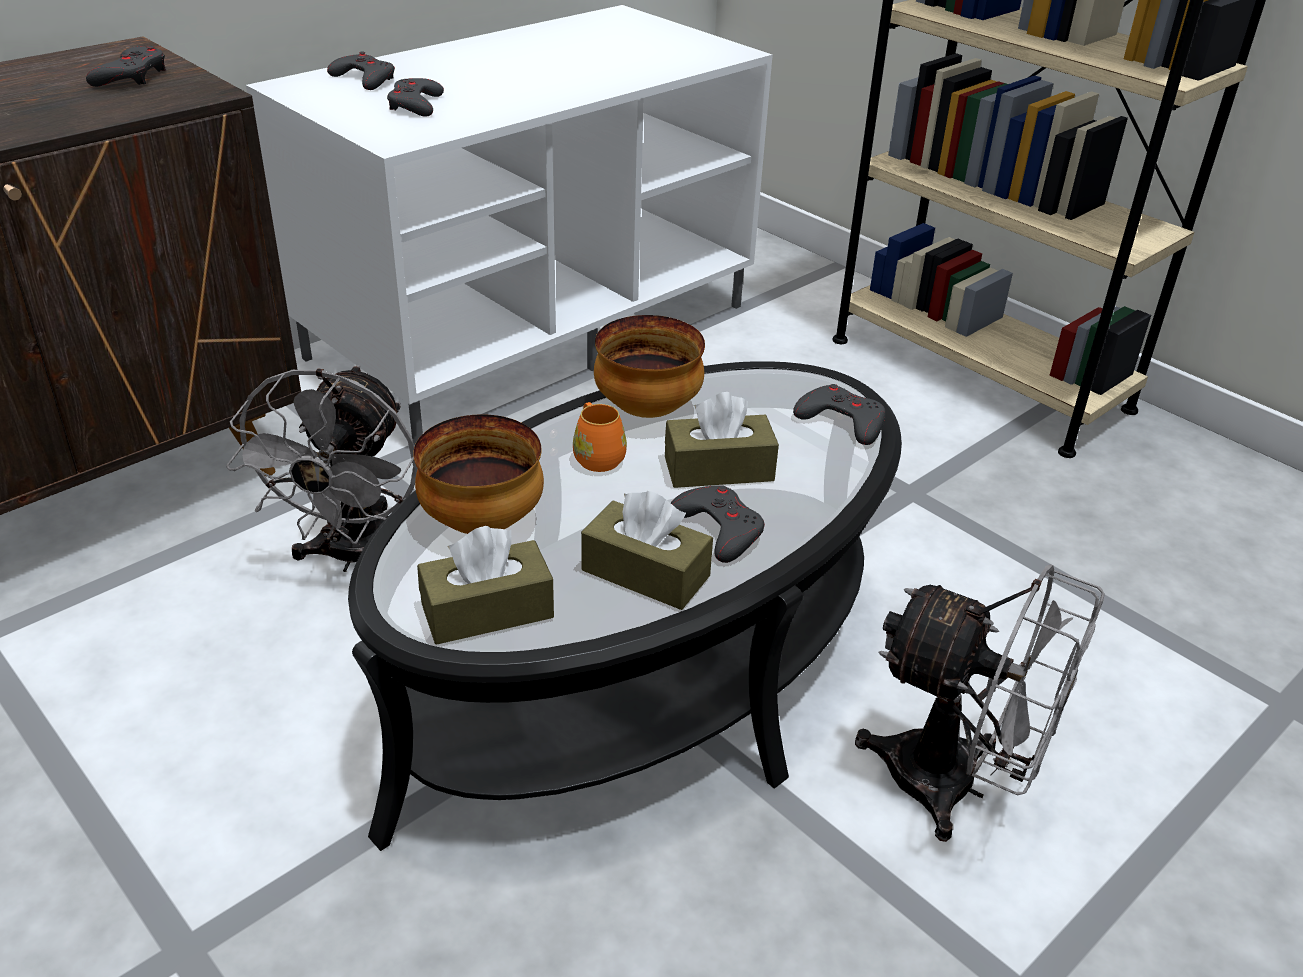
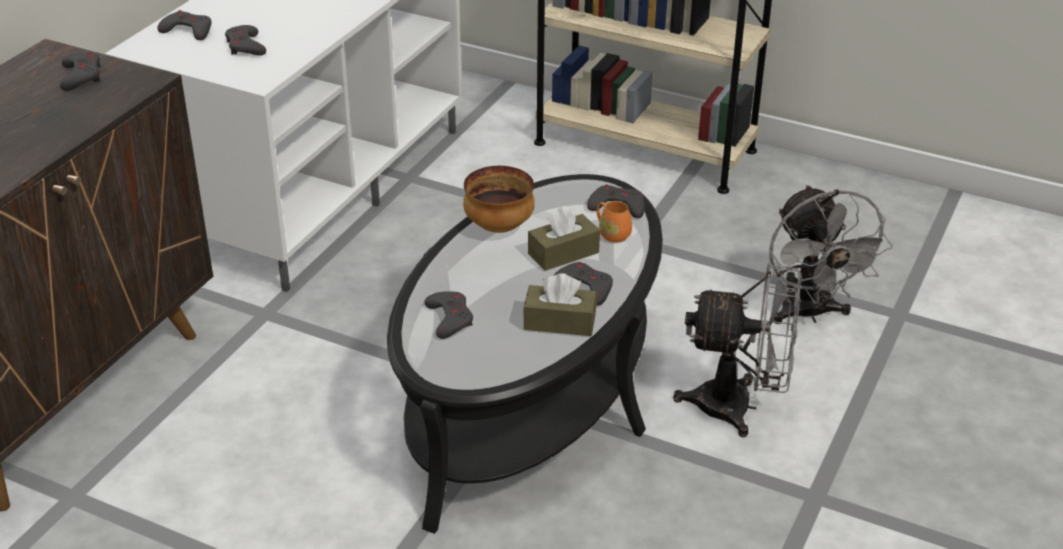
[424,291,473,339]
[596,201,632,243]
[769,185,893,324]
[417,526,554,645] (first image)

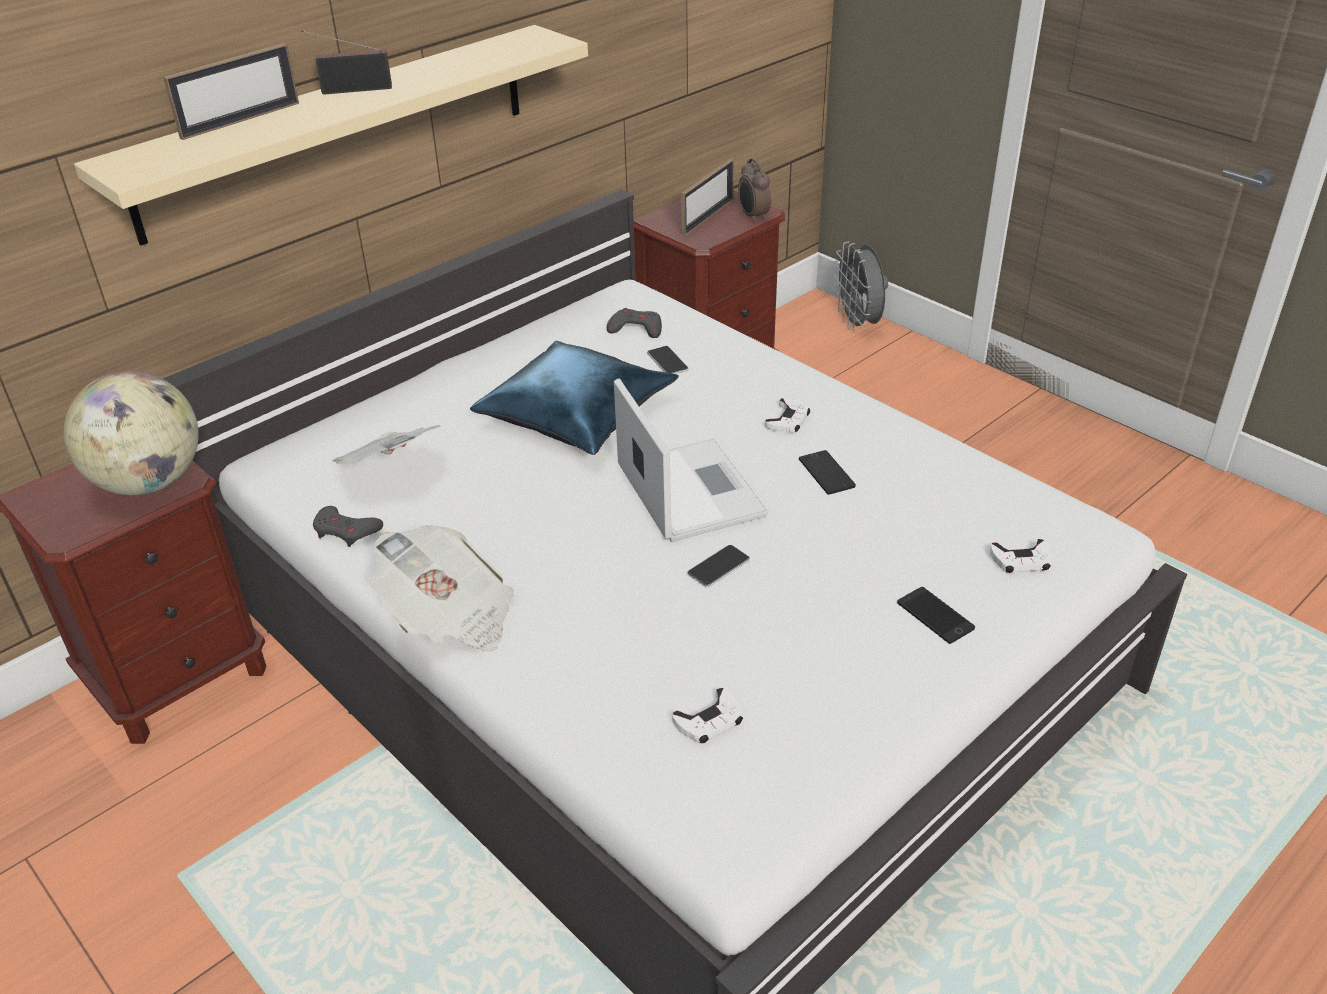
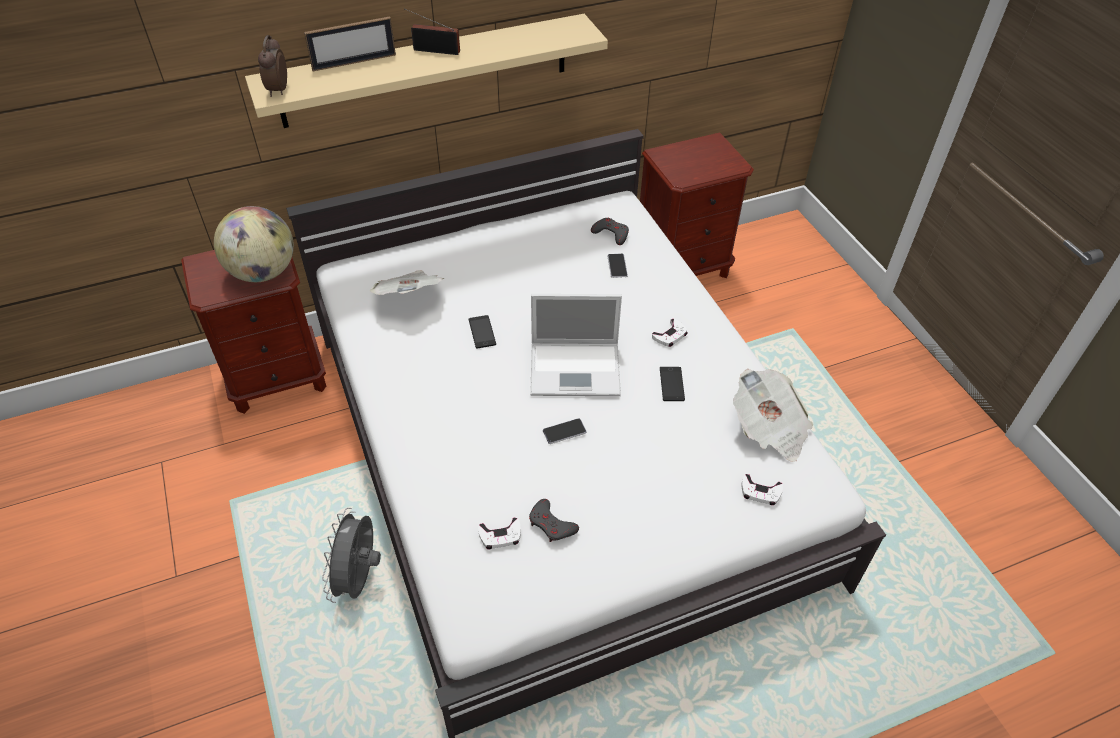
[258,35,287,97]
[322,508,381,603]
[469,315,496,348]
[529,499,579,542]
[530,294,622,396]
[733,369,813,462]
[470,341,679,455] (first image)
[681,158,734,236] (first image)

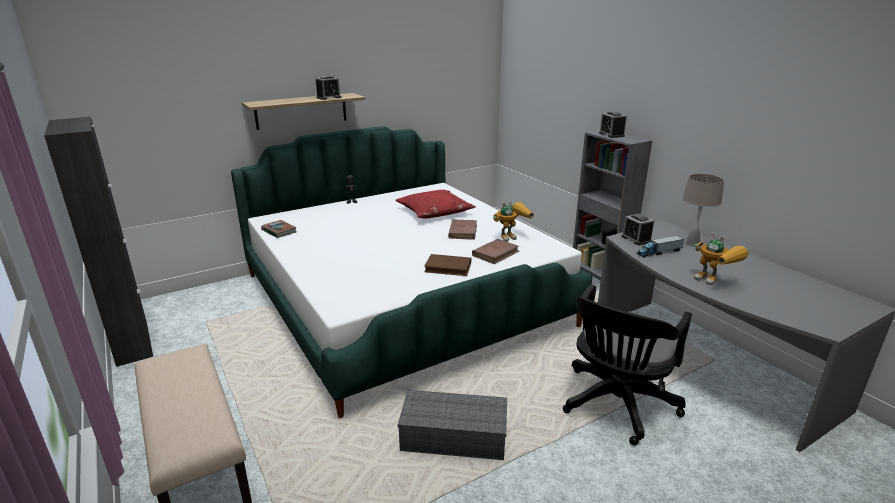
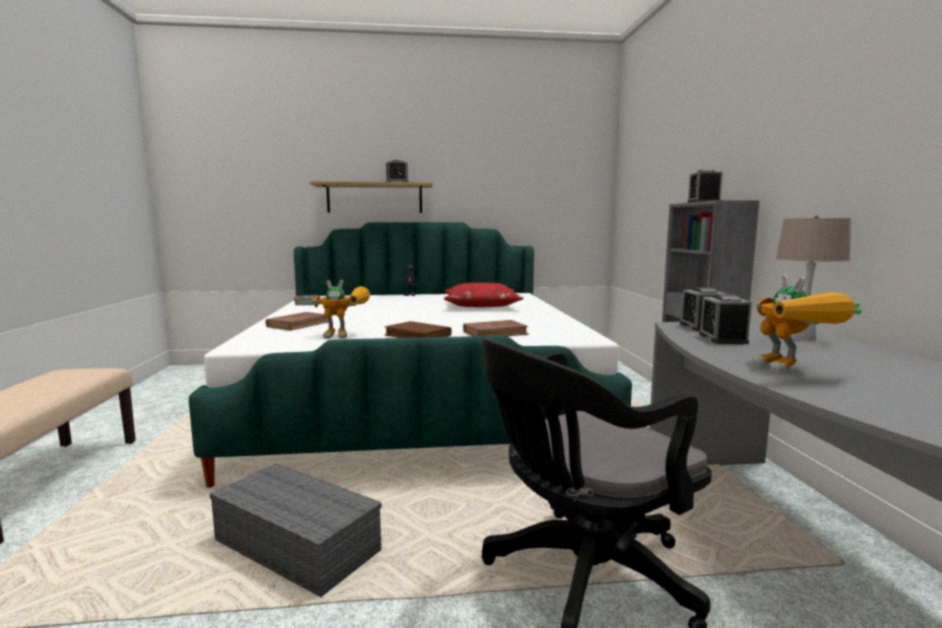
[265,312,328,331]
[311,280,370,339]
[699,294,752,344]
[44,117,153,367] (first image)

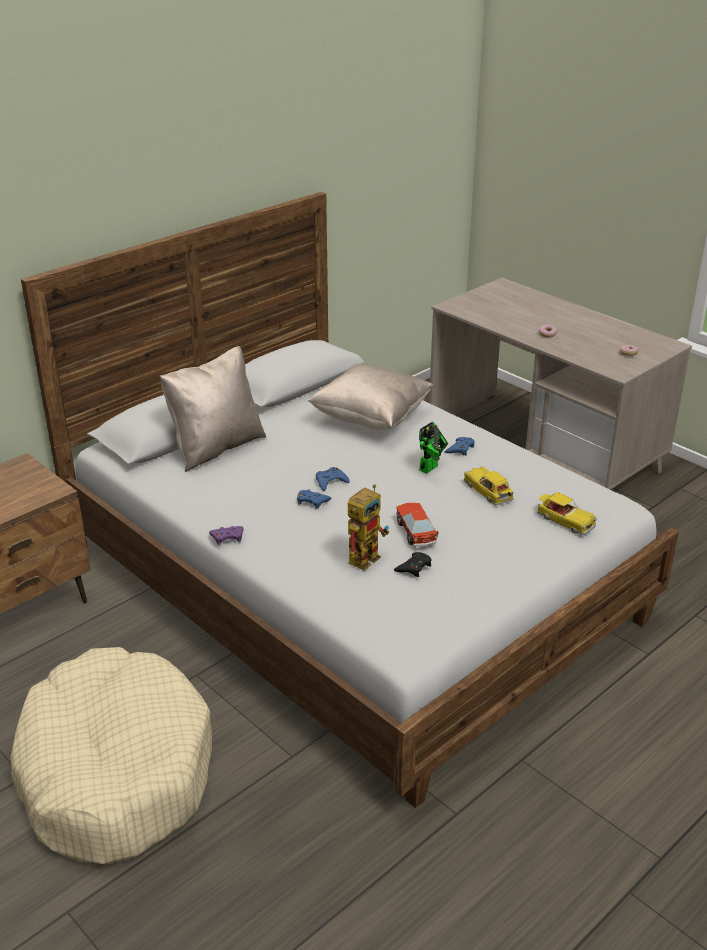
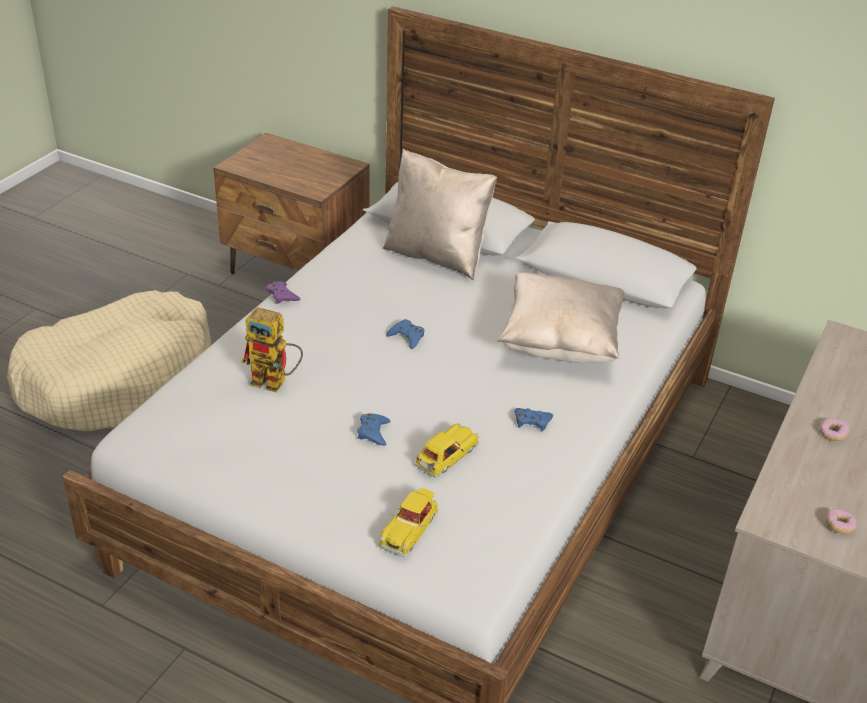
[358,413,390,446]
[394,552,432,577] (first image)
[396,503,439,548] (first image)
[419,422,448,474] (first image)

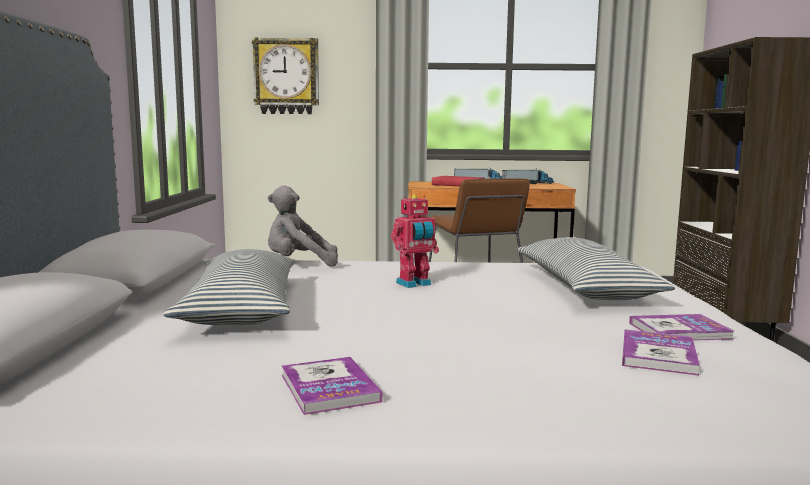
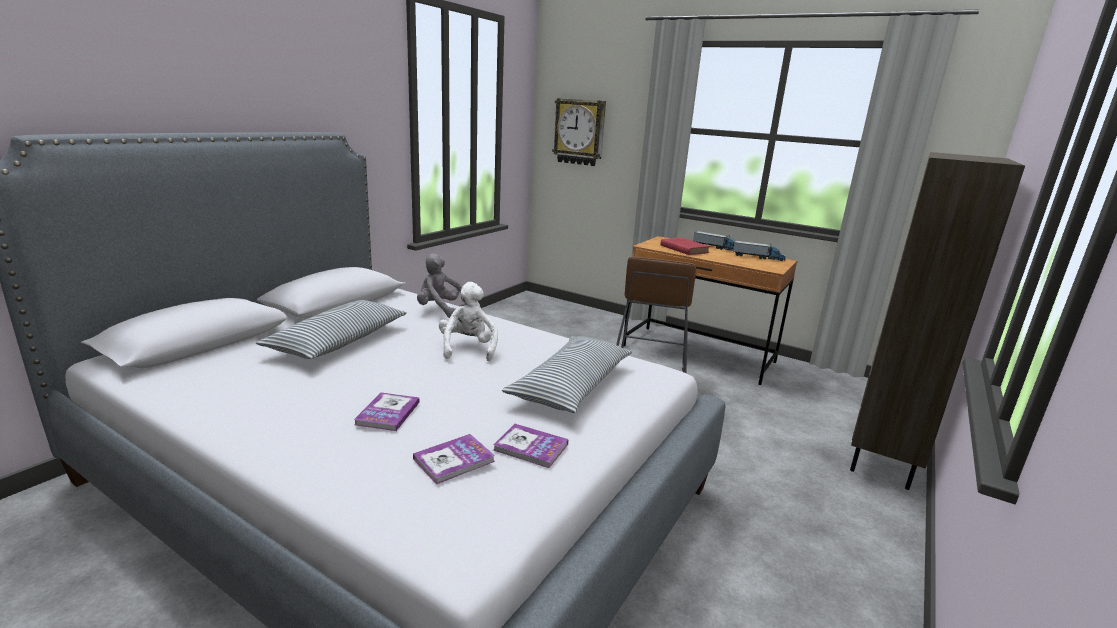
[354,392,419,431]
[439,282,498,361]

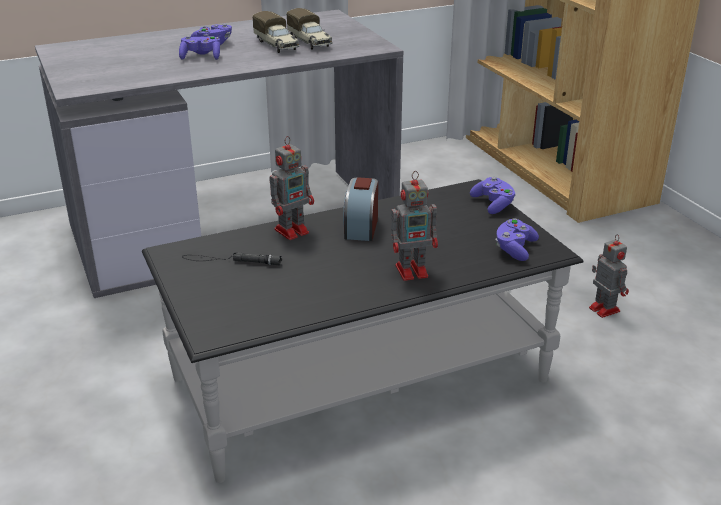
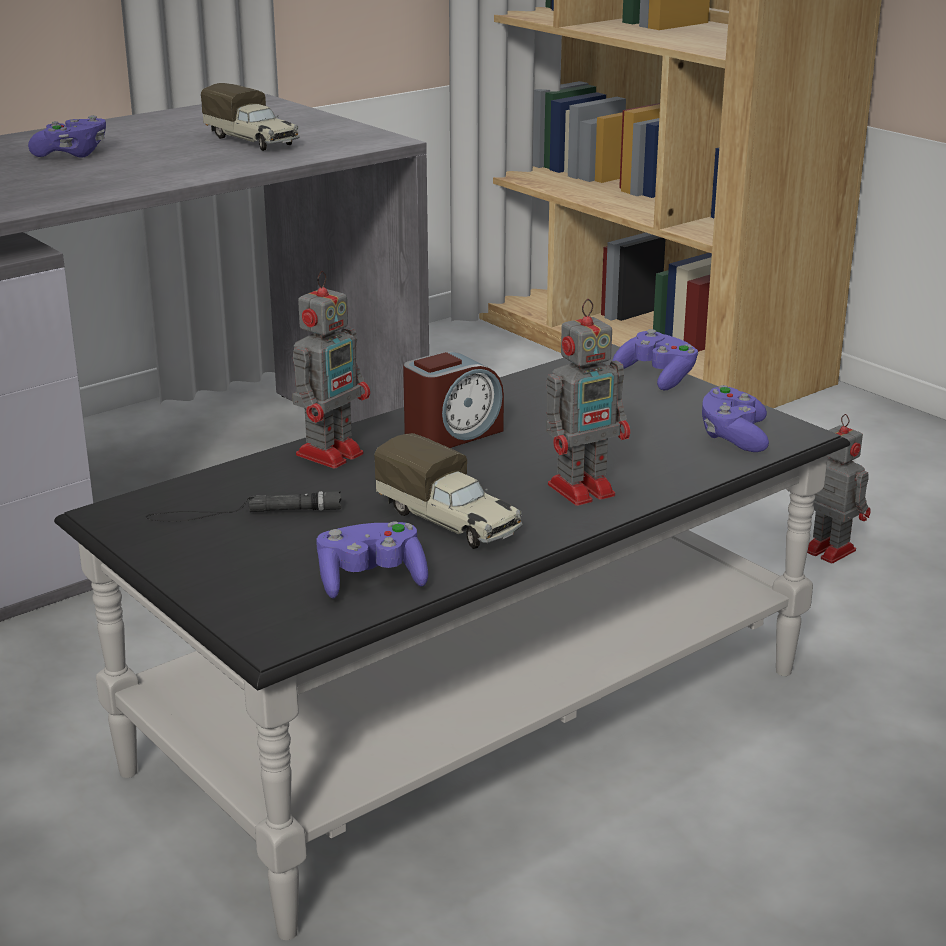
[316,521,428,598]
[374,433,523,549]
[403,351,504,448]

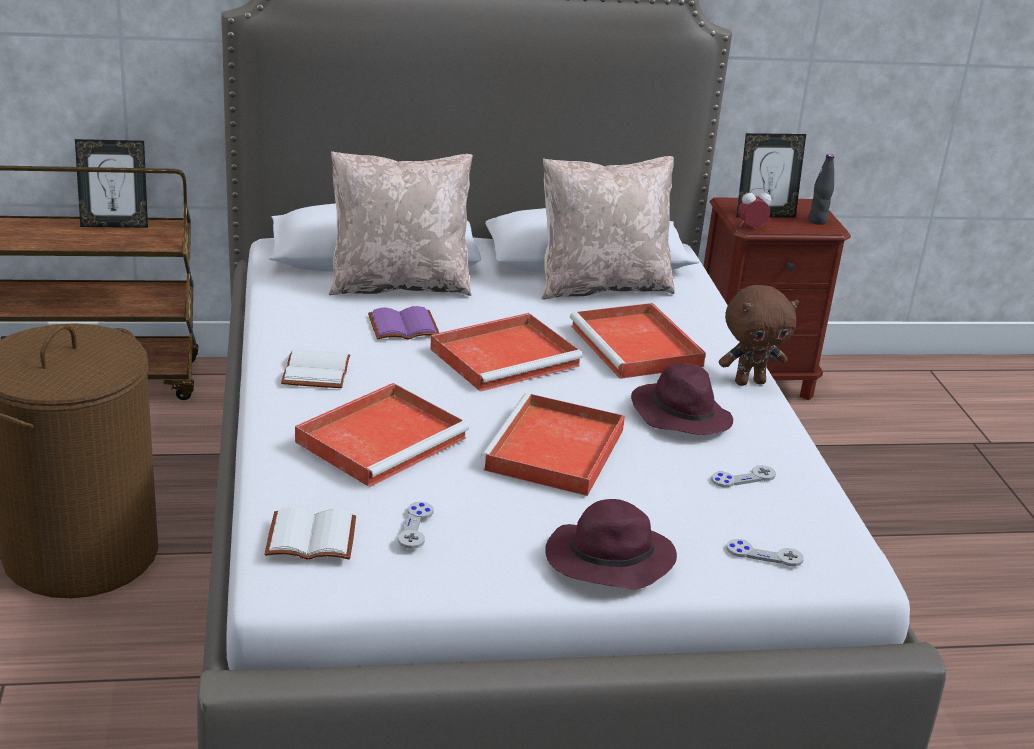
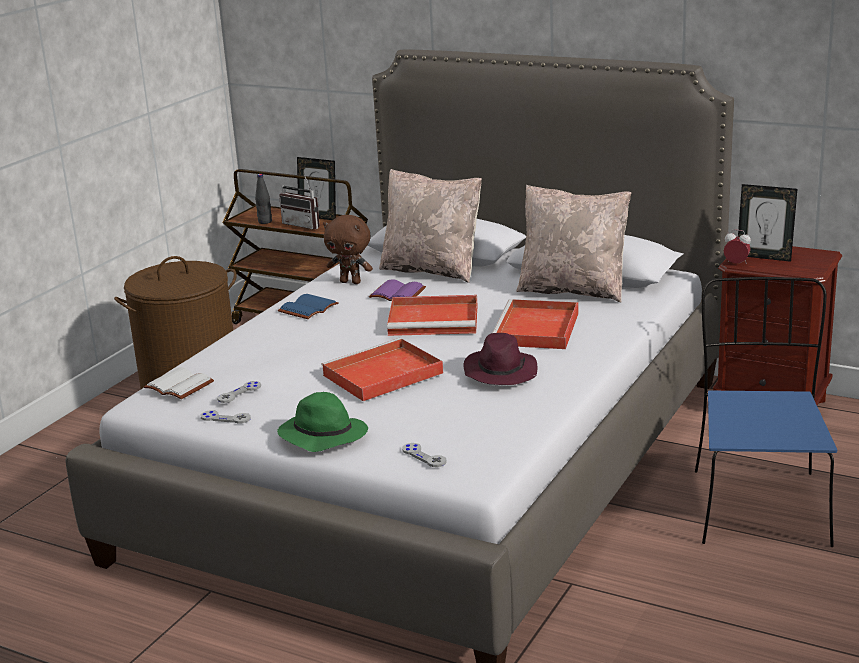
[201,410,251,423]
[255,174,272,224]
[277,392,368,452]
[278,294,339,319]
[279,173,320,230]
[323,215,373,284]
[695,277,837,547]
[295,383,469,487] (first image)

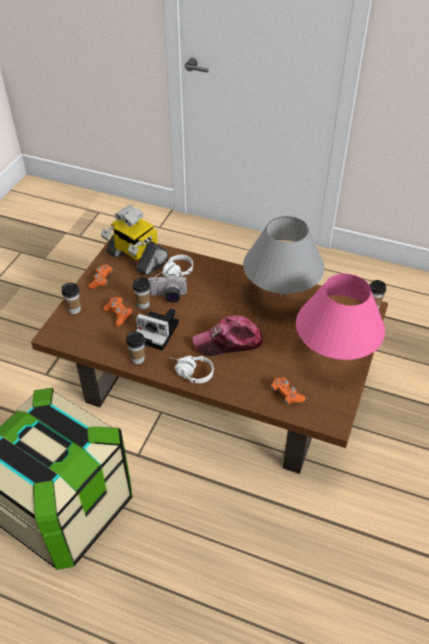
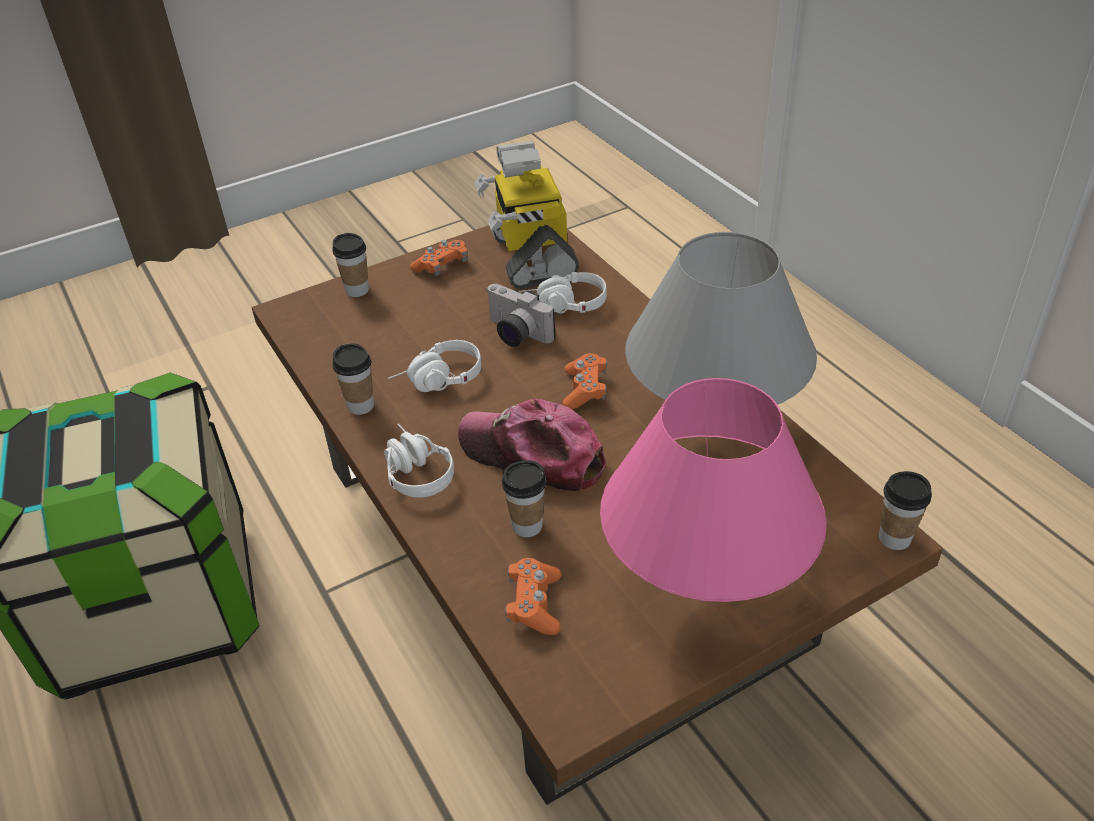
[388,340,481,392]
[502,460,546,537]
[562,353,607,409]

